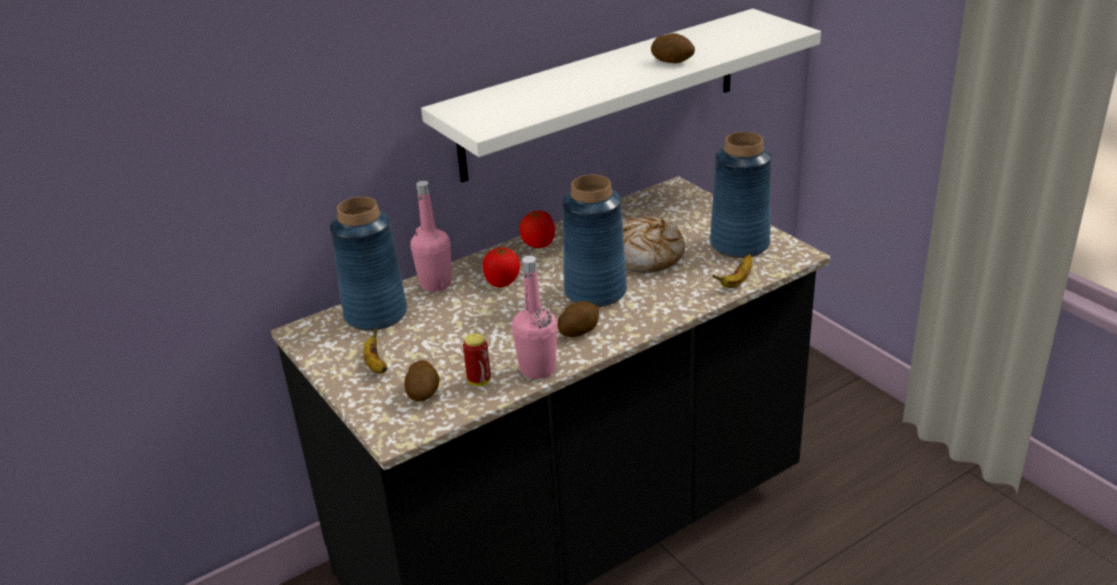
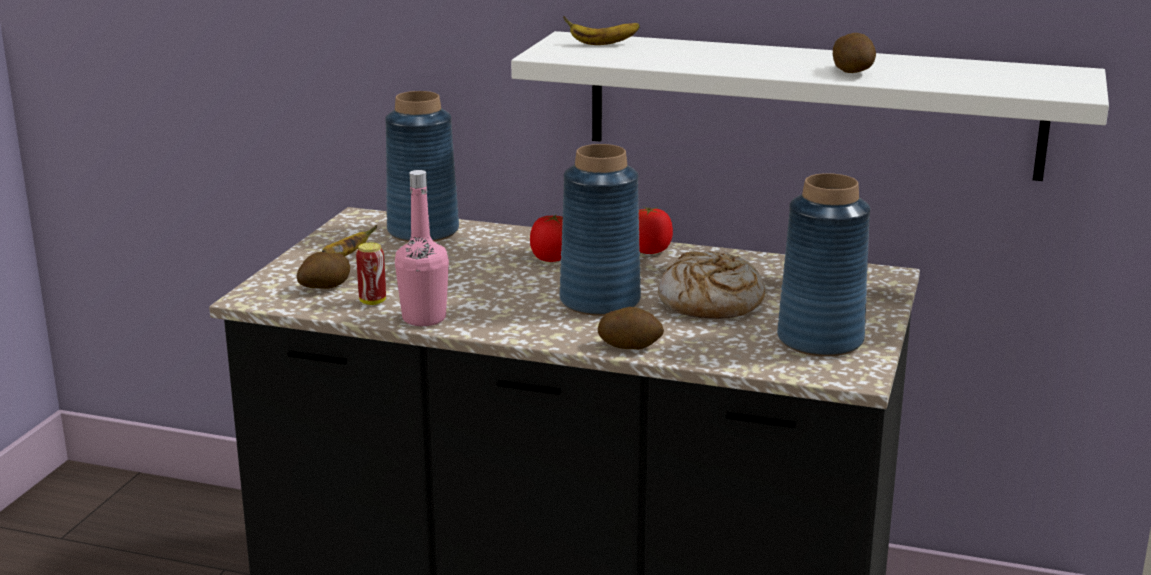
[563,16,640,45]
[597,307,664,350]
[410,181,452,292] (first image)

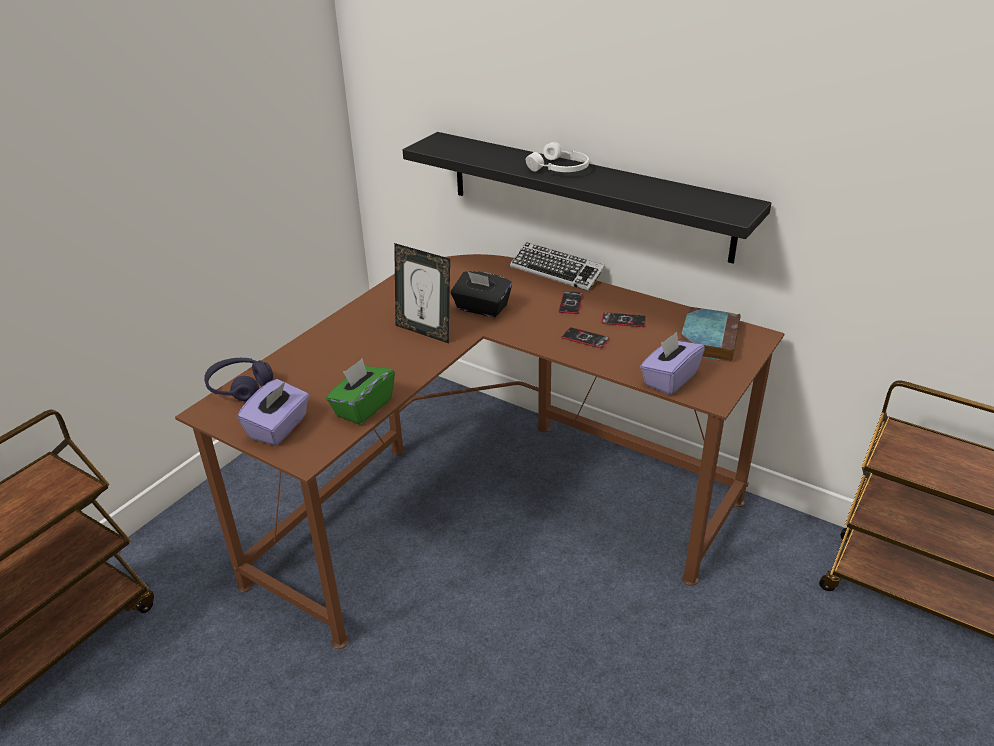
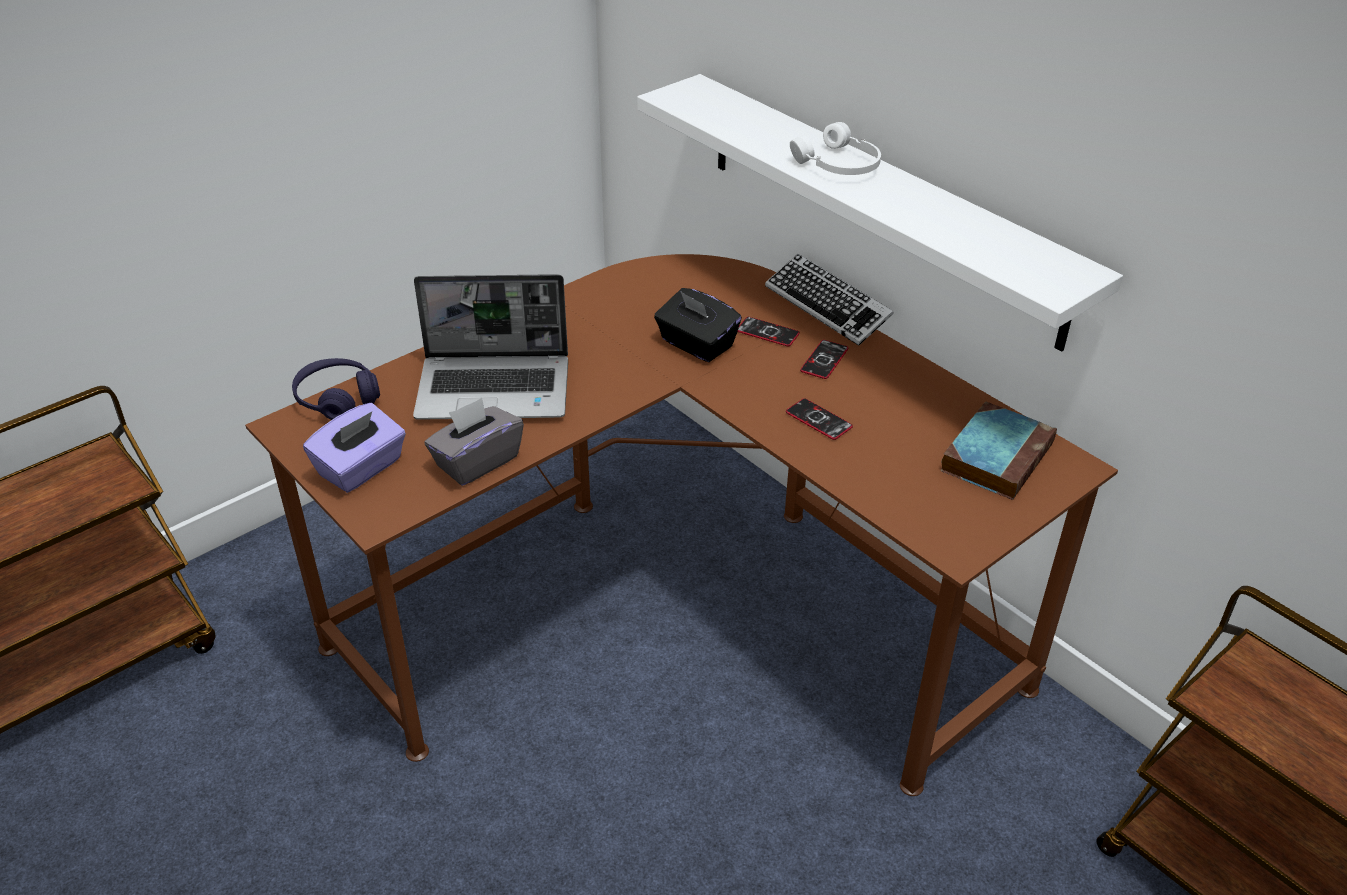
[413,274,568,420]
[425,398,524,486]
[637,74,1123,352]
[737,317,800,346]
[394,243,450,343] (first image)
[640,332,705,395] (first image)

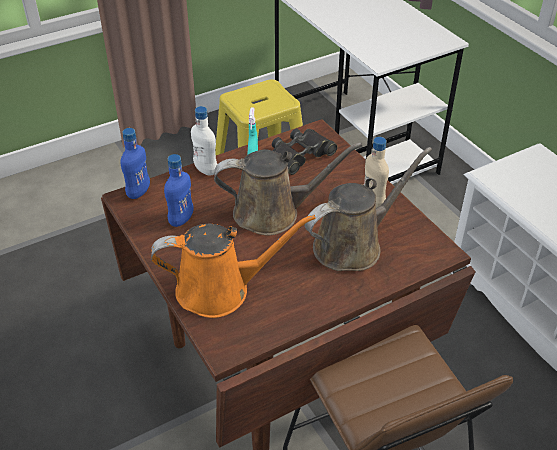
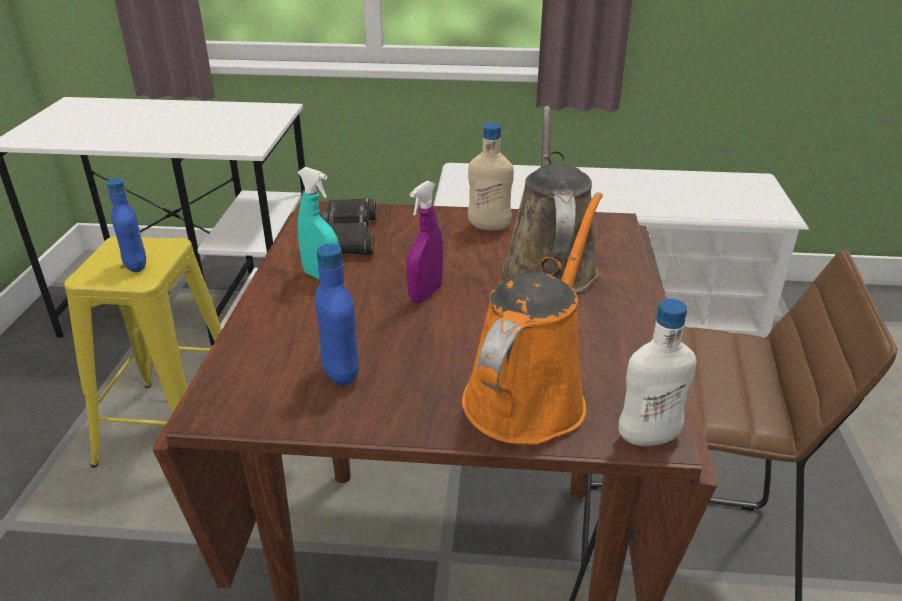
[106,178,146,272]
[407,181,443,303]
[618,299,697,446]

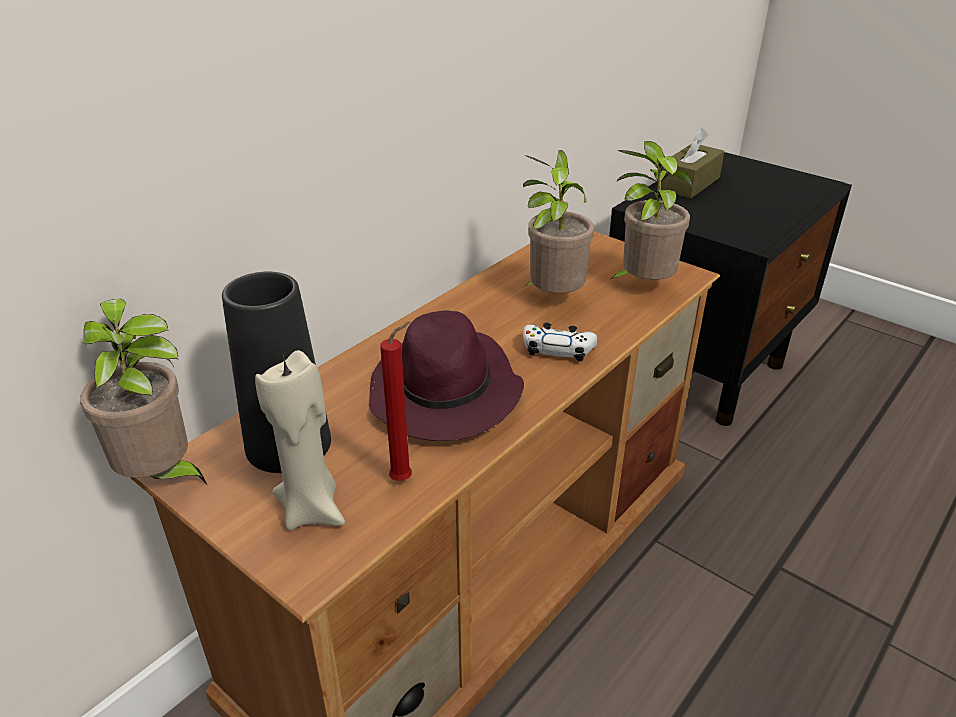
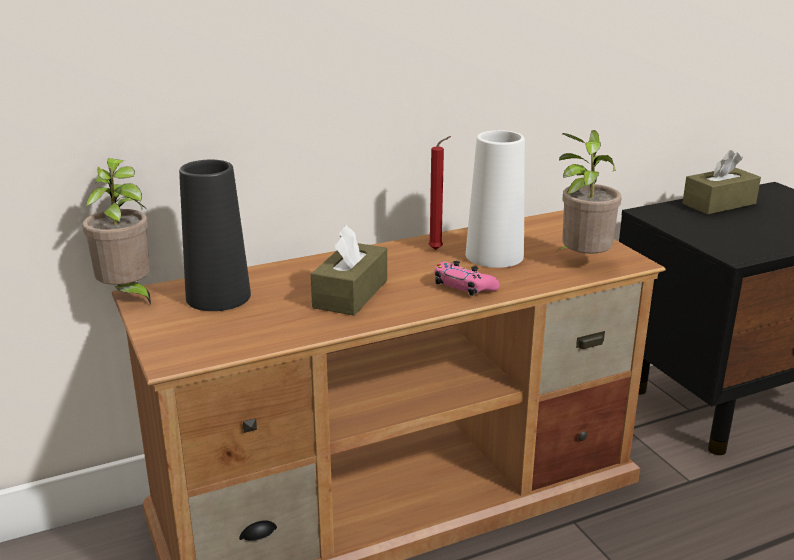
[311,225,387,316]
[428,136,451,250]
[434,261,500,296]
[466,130,525,268]
[255,350,345,530] (first image)

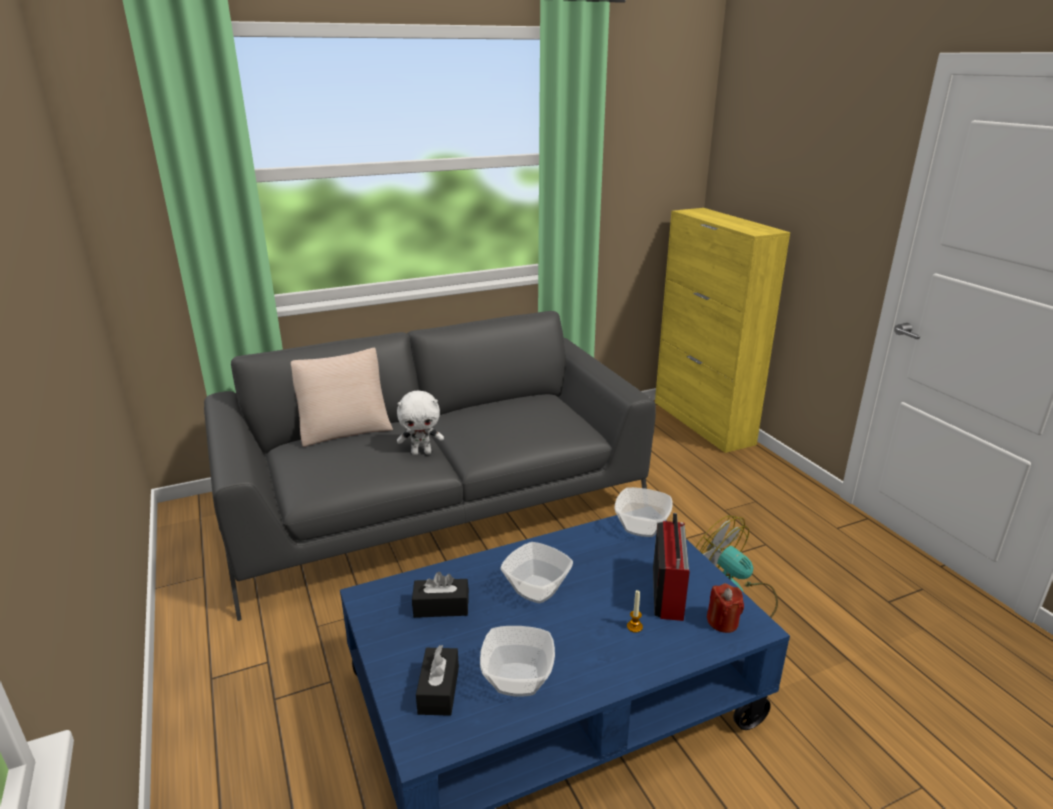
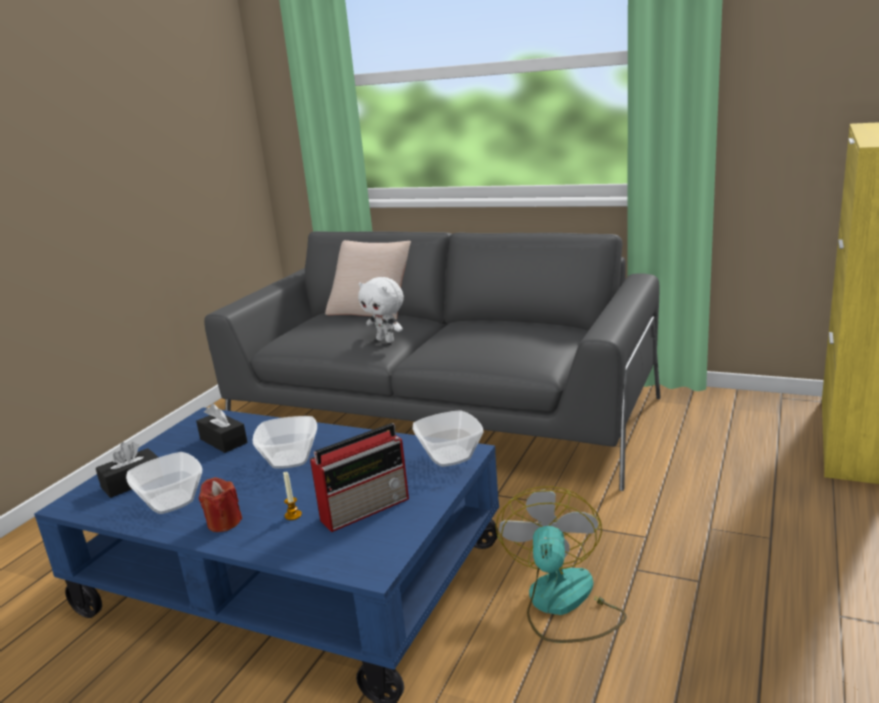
[199,477,242,532]

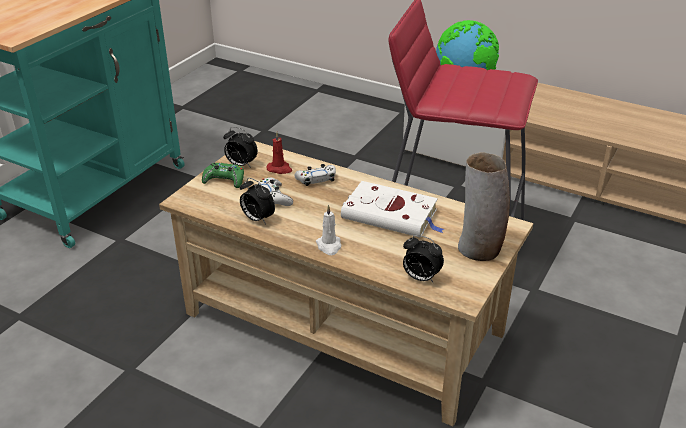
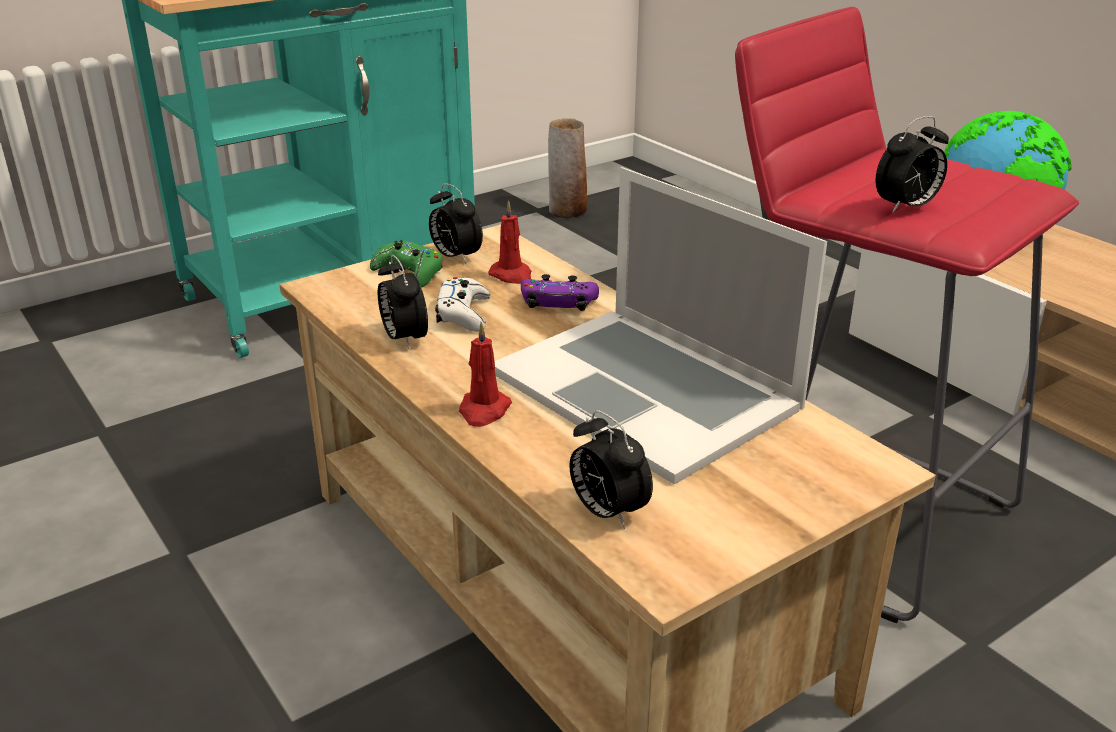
[459,322,512,427]
[495,167,827,484]
[521,274,599,311]
[548,118,587,218]
[876,116,949,214]

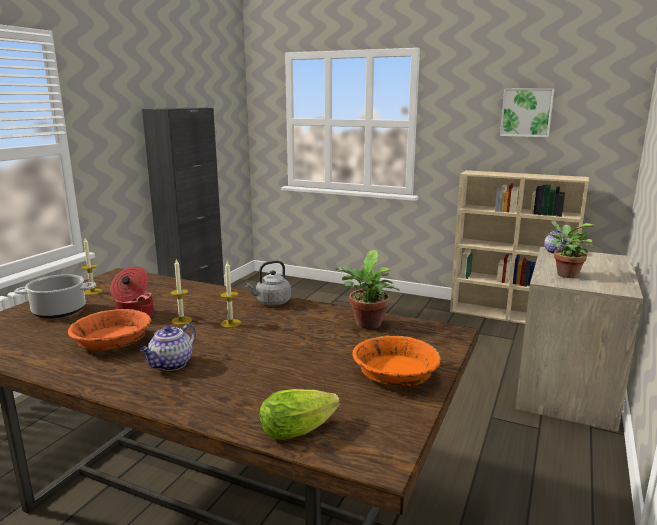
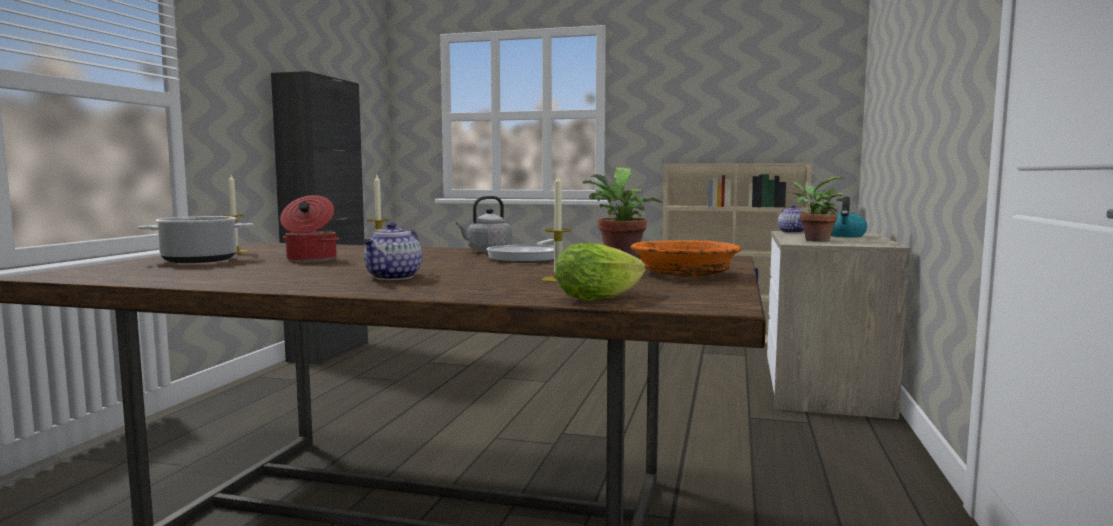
[487,239,563,263]
[542,175,572,282]
[831,197,867,237]
[68,309,151,351] (first image)
[500,88,555,137] (first image)

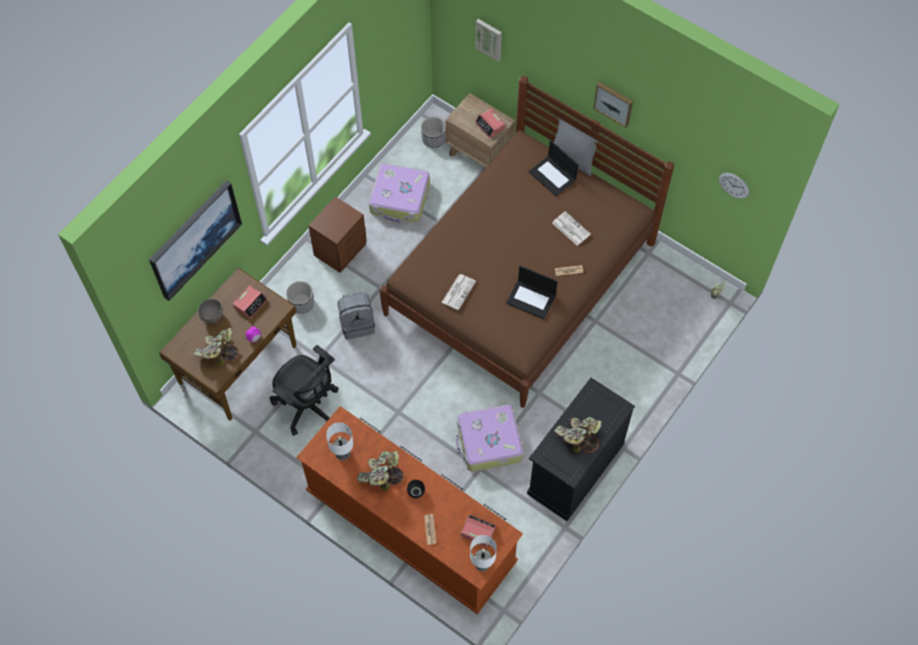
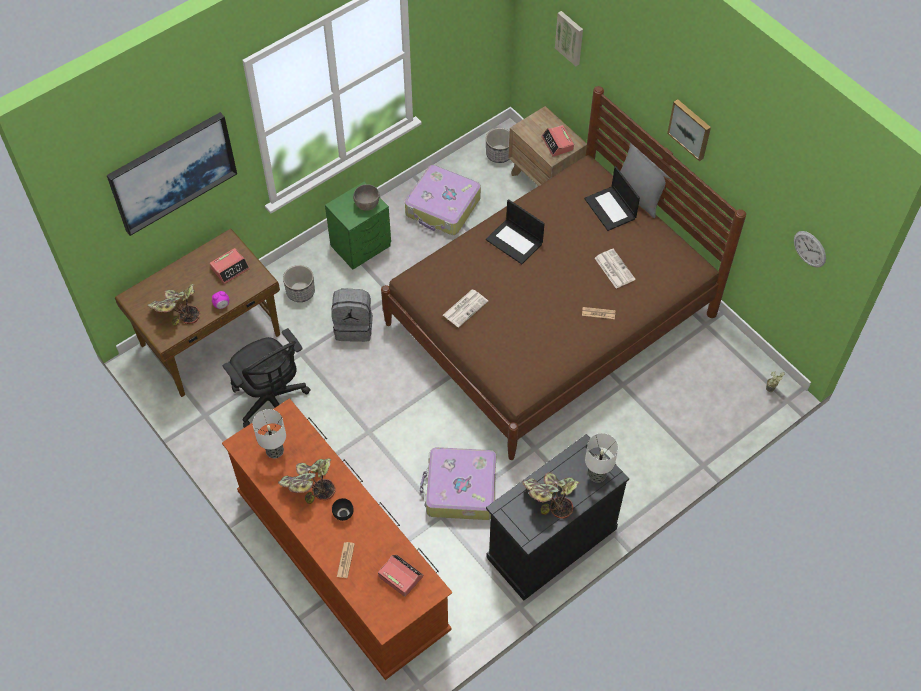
[325,182,391,270]
[353,184,380,211]
[486,199,545,264]
[585,433,618,483]

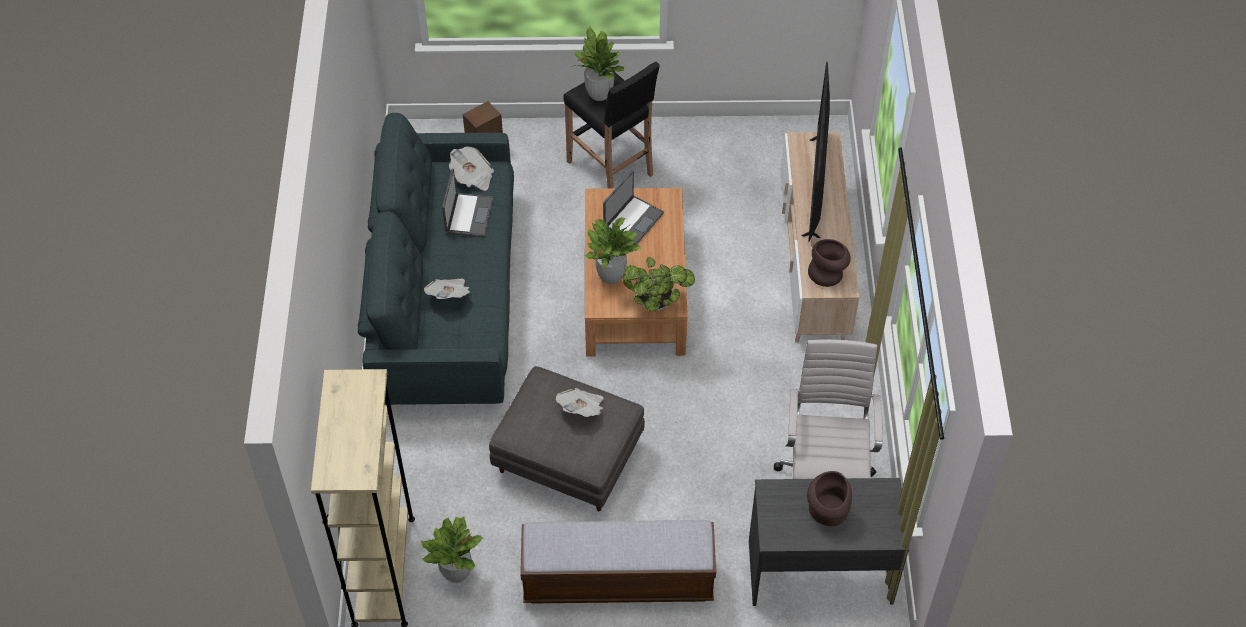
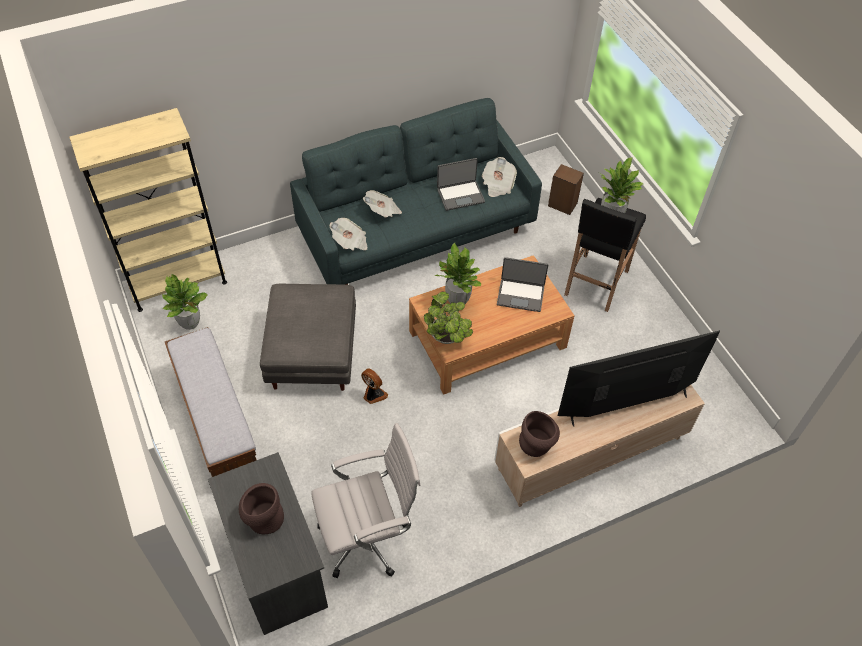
[330,218,367,251]
[361,368,388,404]

